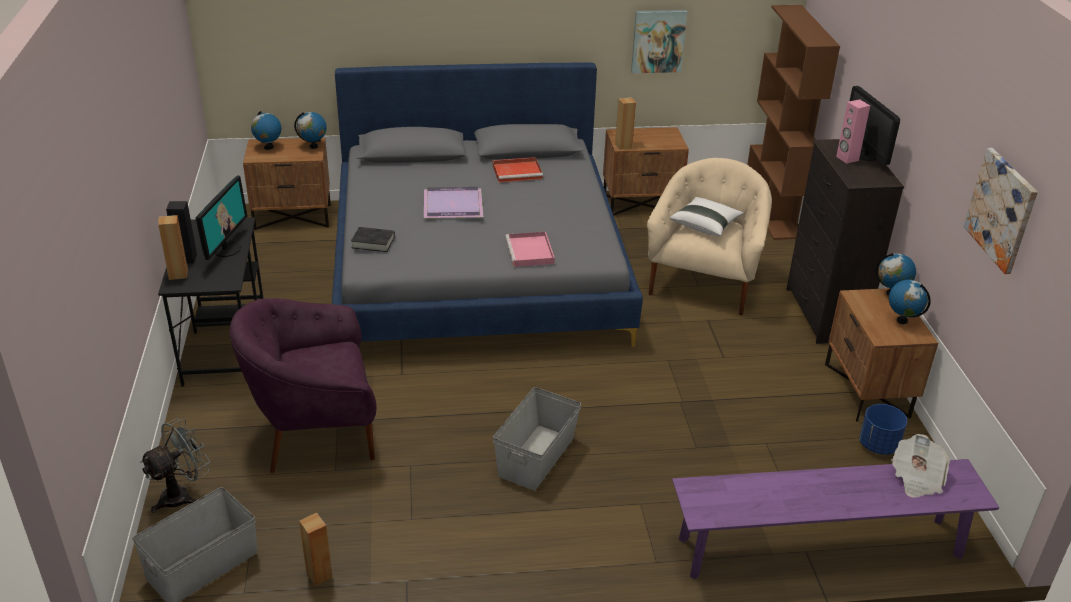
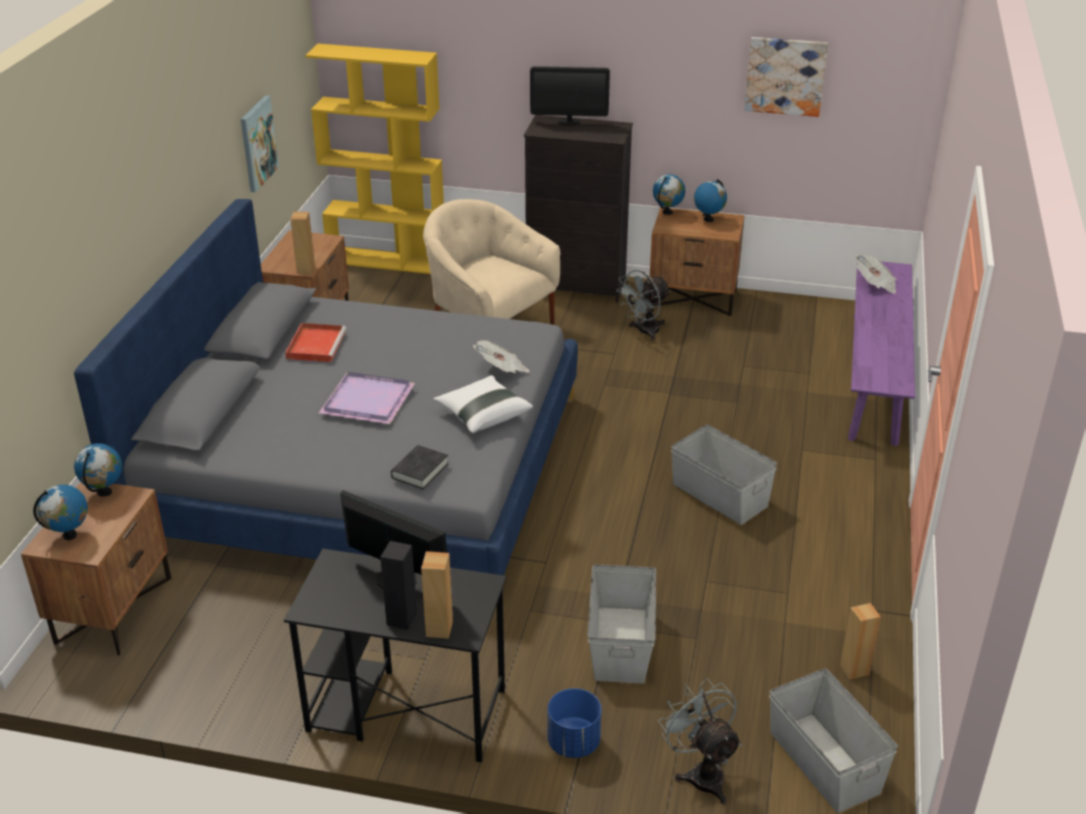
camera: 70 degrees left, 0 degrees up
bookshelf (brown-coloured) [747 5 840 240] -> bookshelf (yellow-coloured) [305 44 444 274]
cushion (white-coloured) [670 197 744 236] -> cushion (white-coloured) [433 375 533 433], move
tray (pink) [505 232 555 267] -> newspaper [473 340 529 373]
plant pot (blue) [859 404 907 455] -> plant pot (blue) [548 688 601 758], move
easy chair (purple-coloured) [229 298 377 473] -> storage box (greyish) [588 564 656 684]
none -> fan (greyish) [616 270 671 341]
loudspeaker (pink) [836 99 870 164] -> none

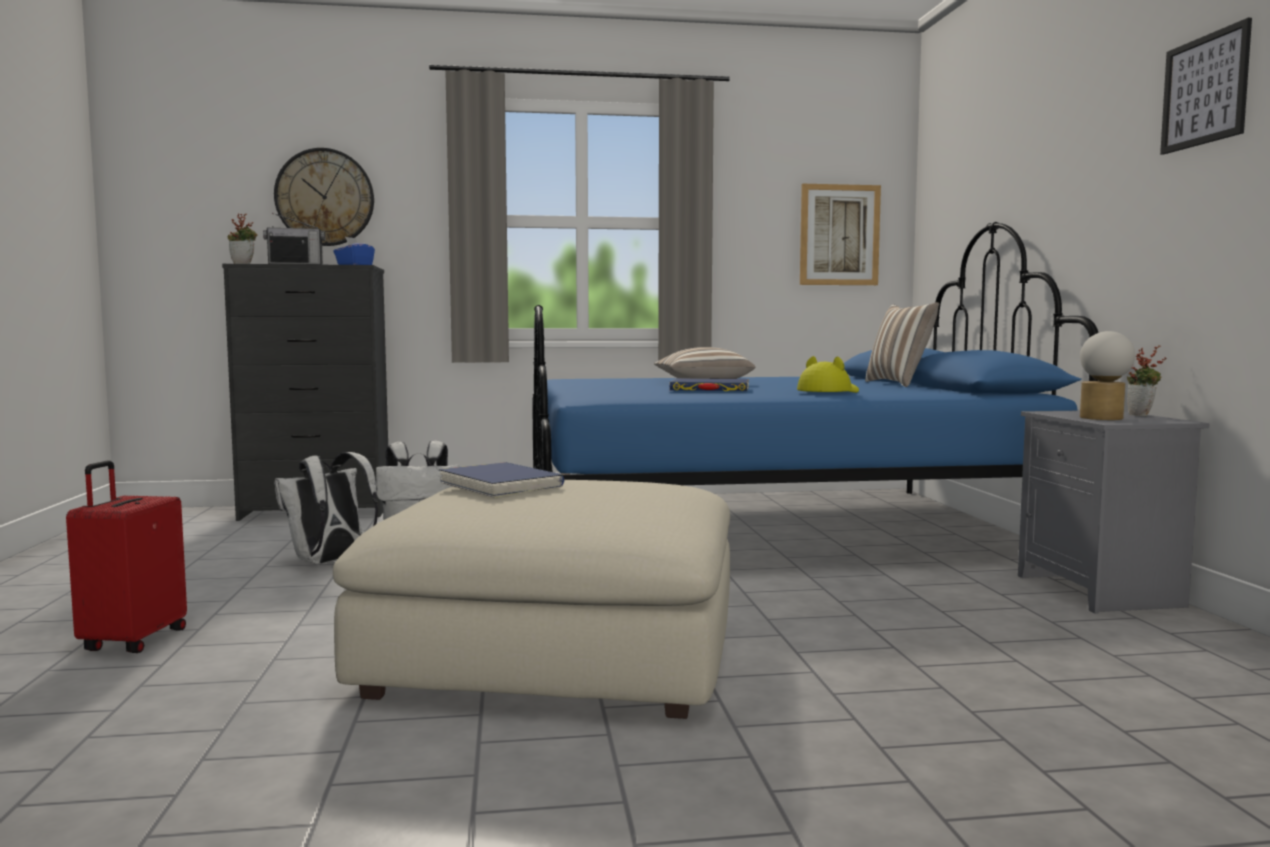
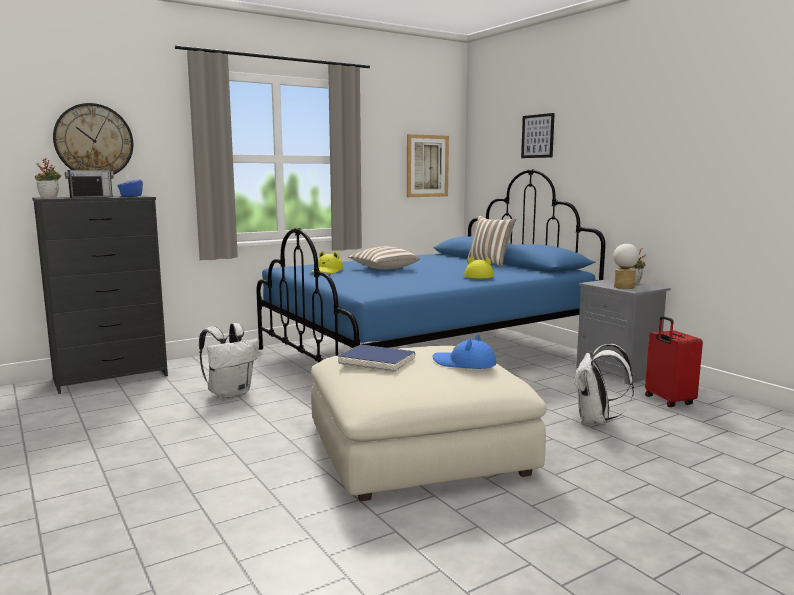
camera: 25 degrees left, 5 degrees up
none -> clothing hat (yellow-coloured) [311 251 343 274]
none -> clothing hat (blue) [433 334 497 369]
wall picture [1160 18 1252 155] -> wall picture [521 113 555 158], move
rucksack (white-coloured) [274 452 378 564] -> rucksack (white-coloured) [573 344 634 425], move
piece of luggage (red) [66 460 187 653] -> piece of luggage (red) [645 316 703 407], move
bound book (blue) [669 378 749 391] -> none

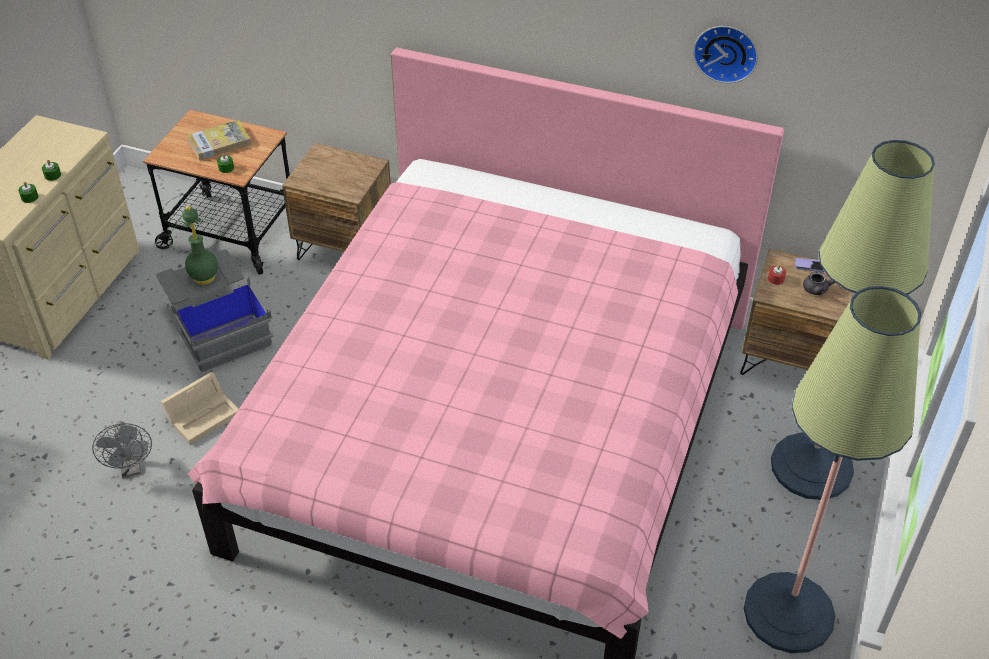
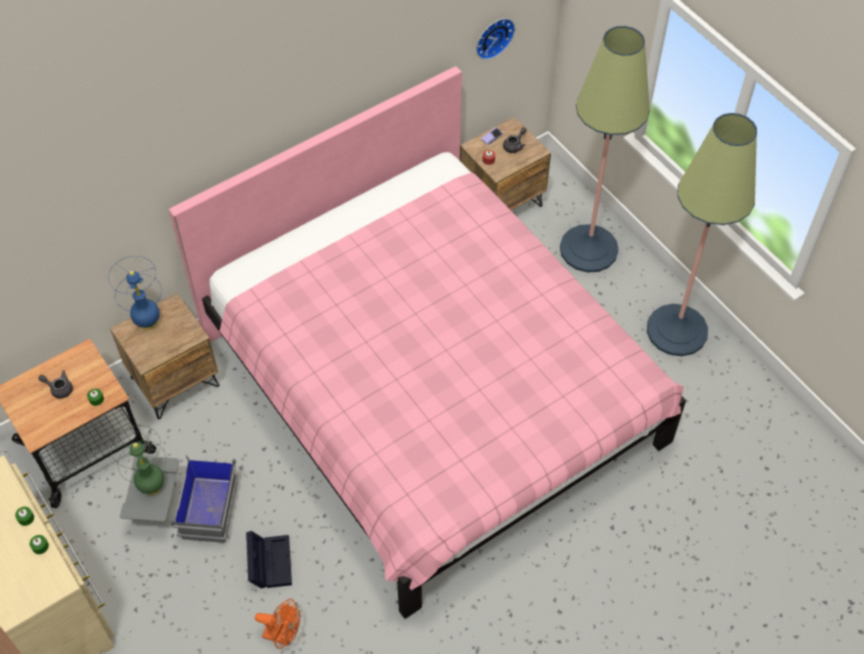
camera: 55 degrees left, 10 degrees up
bound book [187 120 252 160] -> pot for tea (greyish) [38 370 73 399]
none -> table lamp (blue) [108 256 162 330]
storage box (beige) [160 372 239 445] -> storage box (black) [246 531 292 589]
fan (greyish) [92 421 152 478] -> fan (orange-coloured) [255 599 300 649]
wall clock [693 26 758 83] -> wall clock [476 18 515 60], move

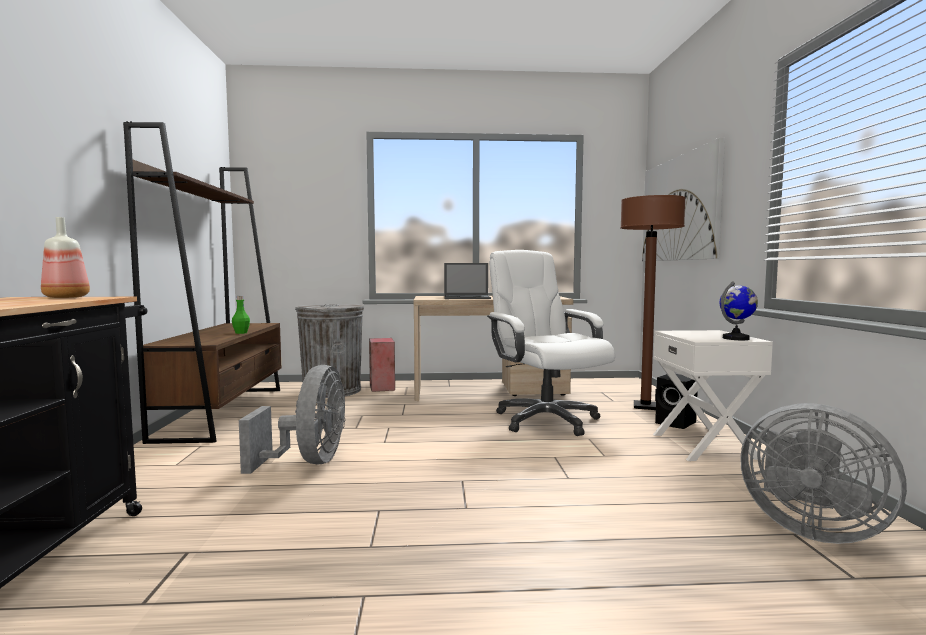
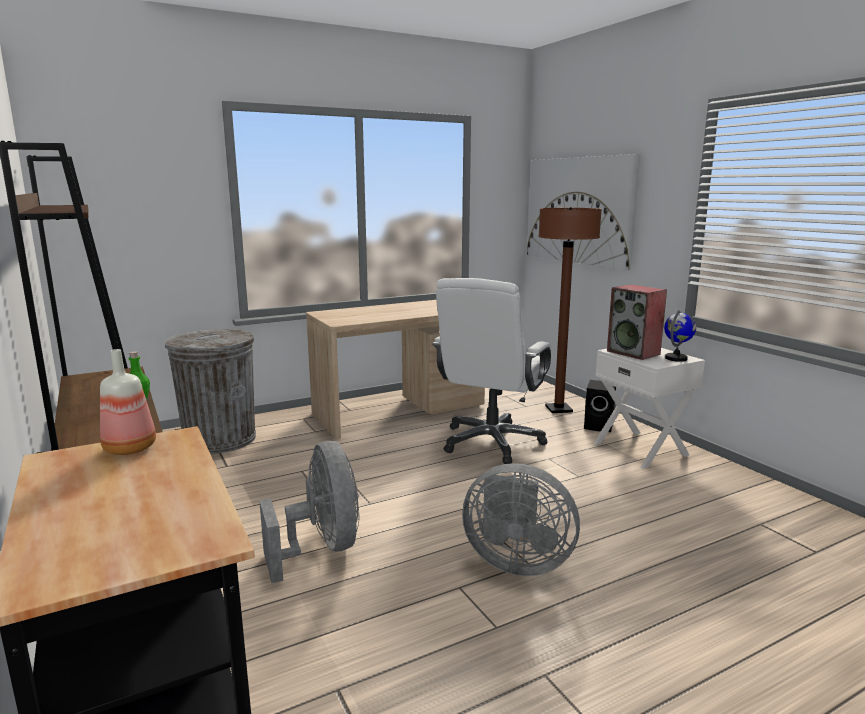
camera: 25 degrees left, 10 degrees up
computer chair (white-coloured) [487 250 615 436] -> computer chair (white-coloured) [432 278 552 464], 105 degrees counterclockwise
fan (greyish) [740 403 907 544] -> fan (greyish) [462 463 580 576], move
loudspeaker [369 338 395 392] -> loudspeaker [607 284 667 360], move
portable computer [444 263 491 299] -> none

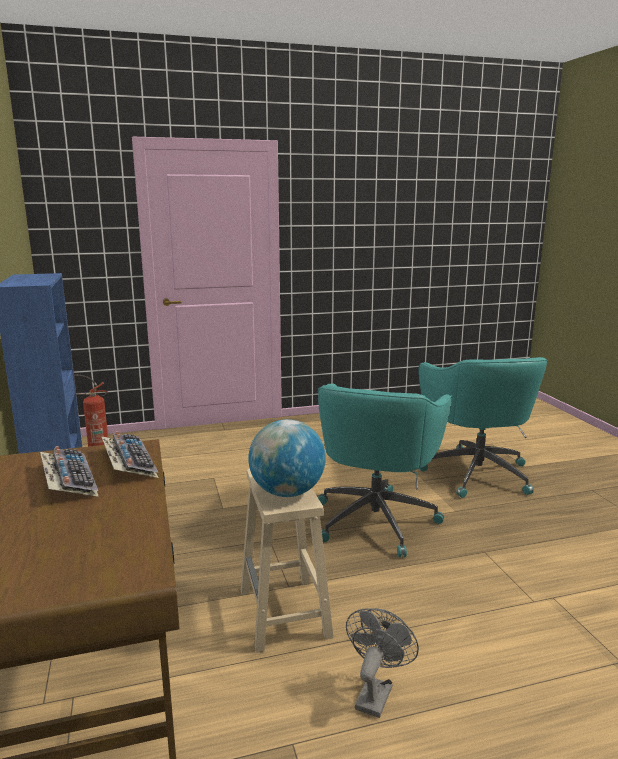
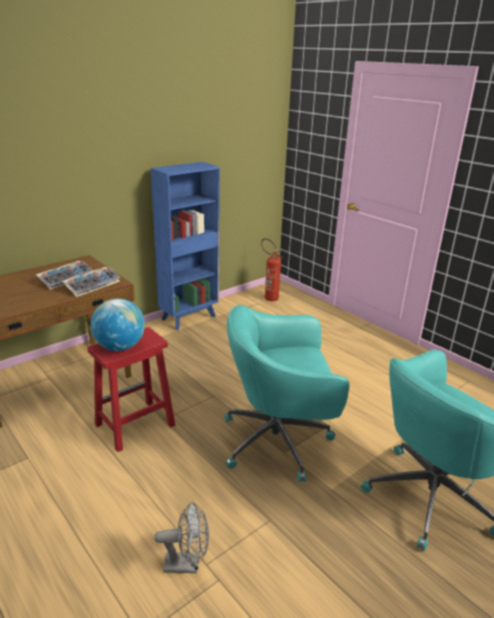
camera: 65 degrees right, 10 degrees up
sitting stool (beige) [241 469 334 653] -> sitting stool (red) [88 327 175 452]
fan (greyish) [346 608 419 718] -> fan (greyish) [154 502 209 573], move

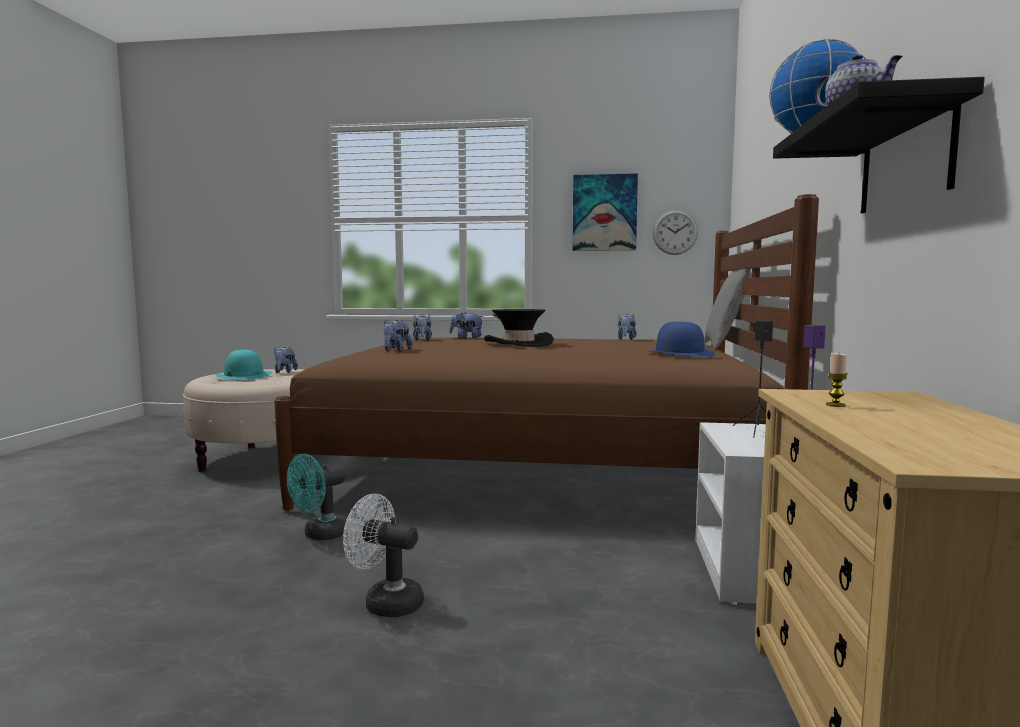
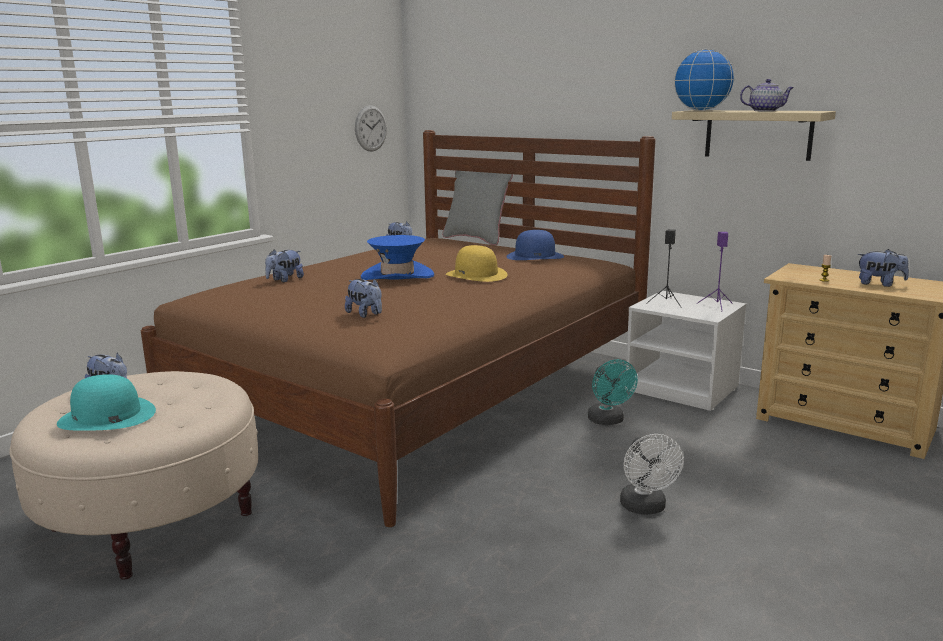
camera: 60 degrees left, 10 degrees up
clothing hat (black) [484 309 554 347] -> clothing hat (blue) [361 235 434 280]
none -> clothing hat (yellow-coloured) [446 245 508 282]
fan (turquoise) [287 454 348 540] -> fan (turquoise) [588 359 638 425], move
fan (white-coloured) [343 494 424 617] -> fan (white-coloured) [620 434 684 515], 60 degrees counterclockwise
wall shelf (black) [773 77 985 213] -> wall shelf (beige) [672 110 836 161]
soft toy [413 314 432 341] -> soft toy [857 249 909 287], move
wall picture [572 173 638 251] -> none

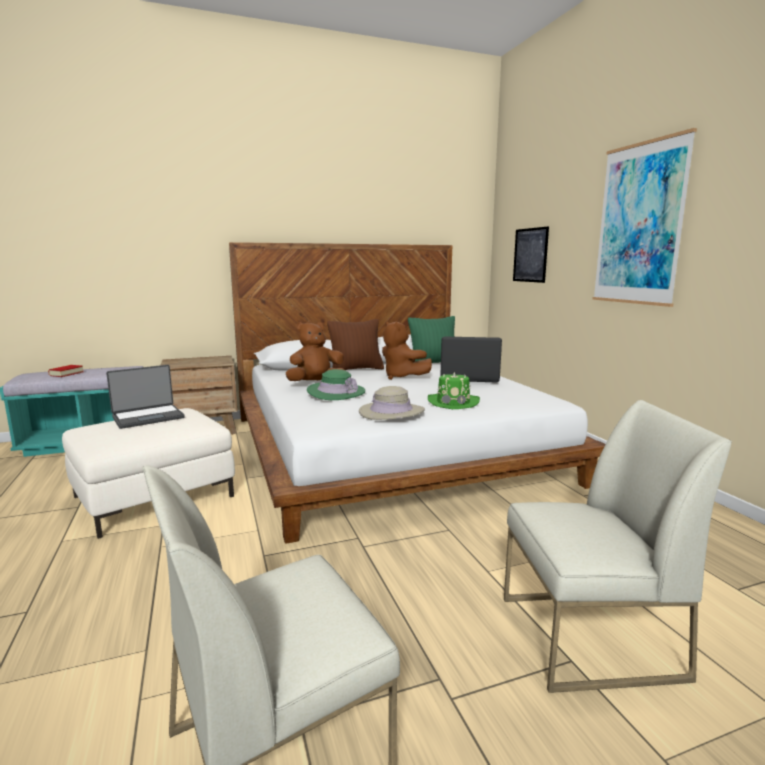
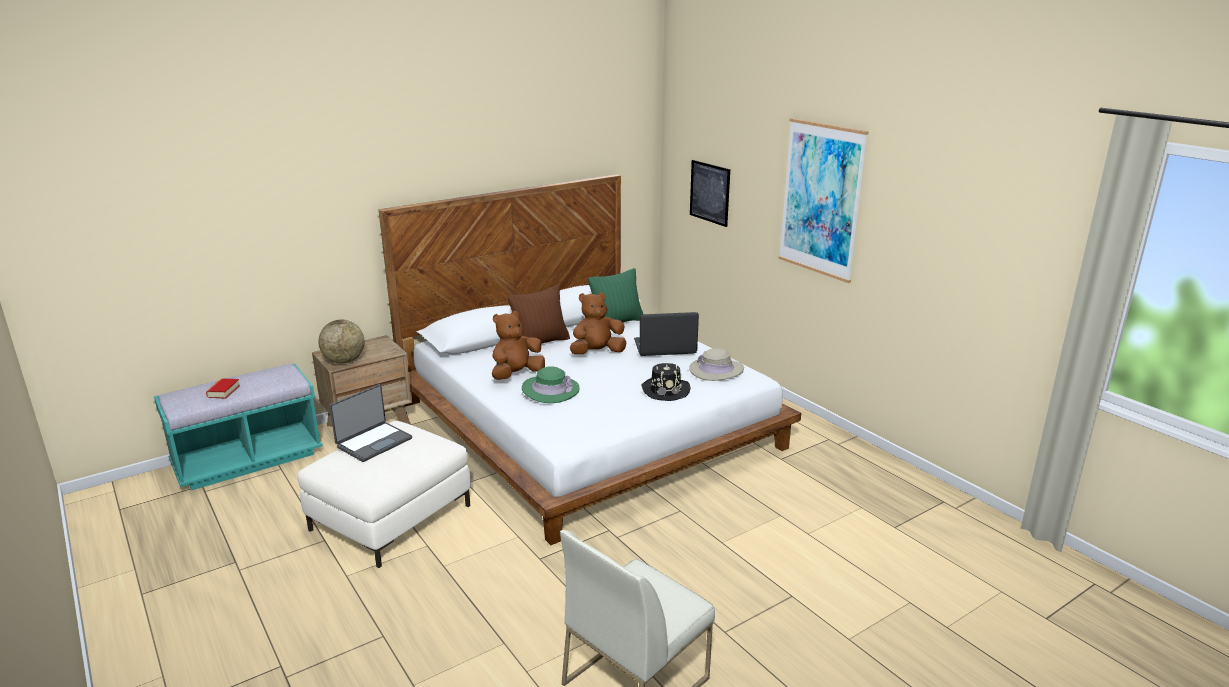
camera: 15 degrees left, 10 degrees up
none -> desk globe [318 319 365 364]
soft toy (brown-coloured) [382 321 432 380] -> soft toy (brown-coloured) [570 292 627 354], 120 degrees clockwise
clothing hat (green) [428 372 480 409] -> clothing hat (black) [641 363 691 401]
clothing hat (beige) [359 386 425 420] -> clothing hat (beige) [689 348 744 381], move
upright chair (white-coloured) [504 400 732 693] -> none

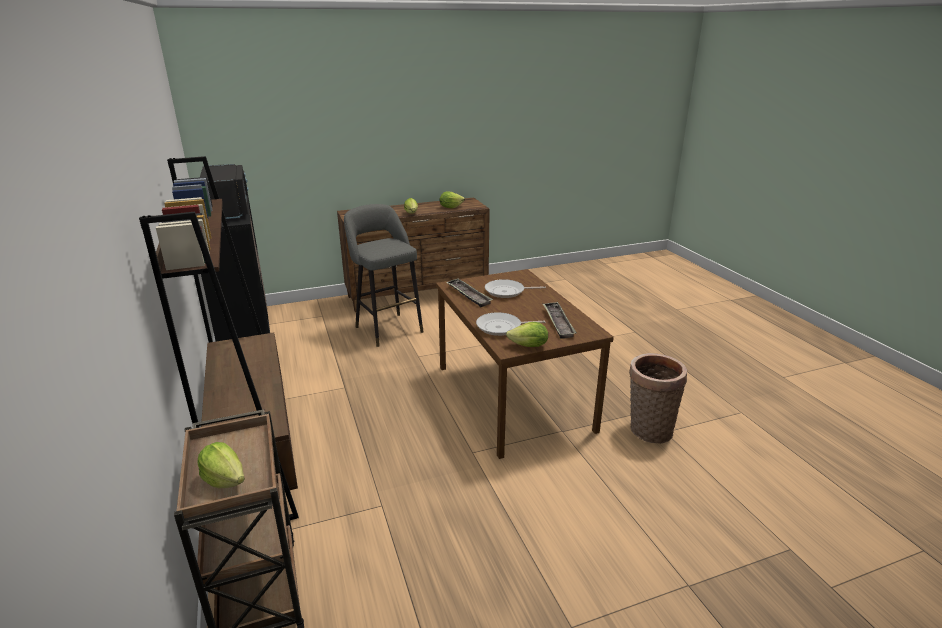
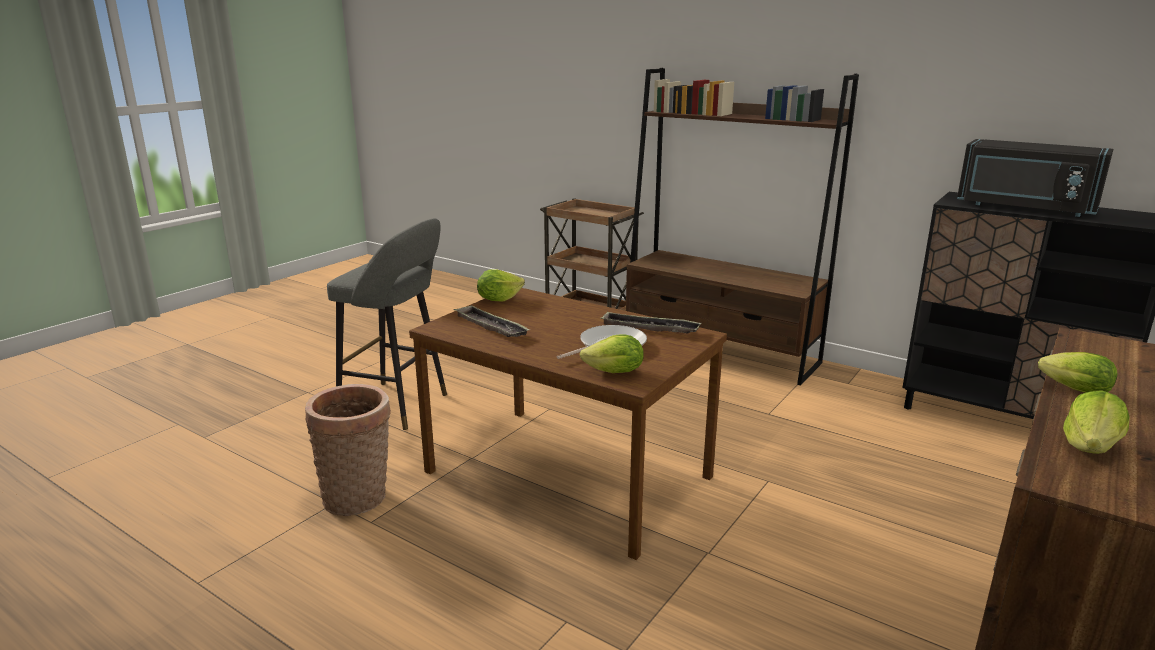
camera: 145 degrees right, 5 degrees down
sitting stool (greyish) [344 204 424 347] -> sitting stool (greyish) [327 218 447 430], move
lettuce head [197 442 245 488] -> lettuce head [580 334 644 373], move
skillet [476 312 545 336] -> none

